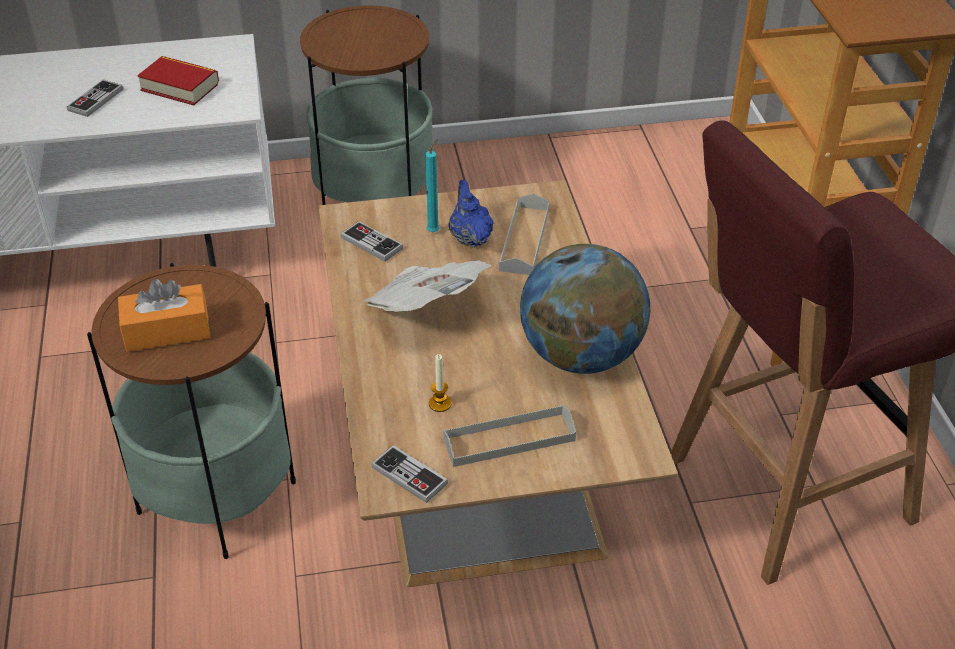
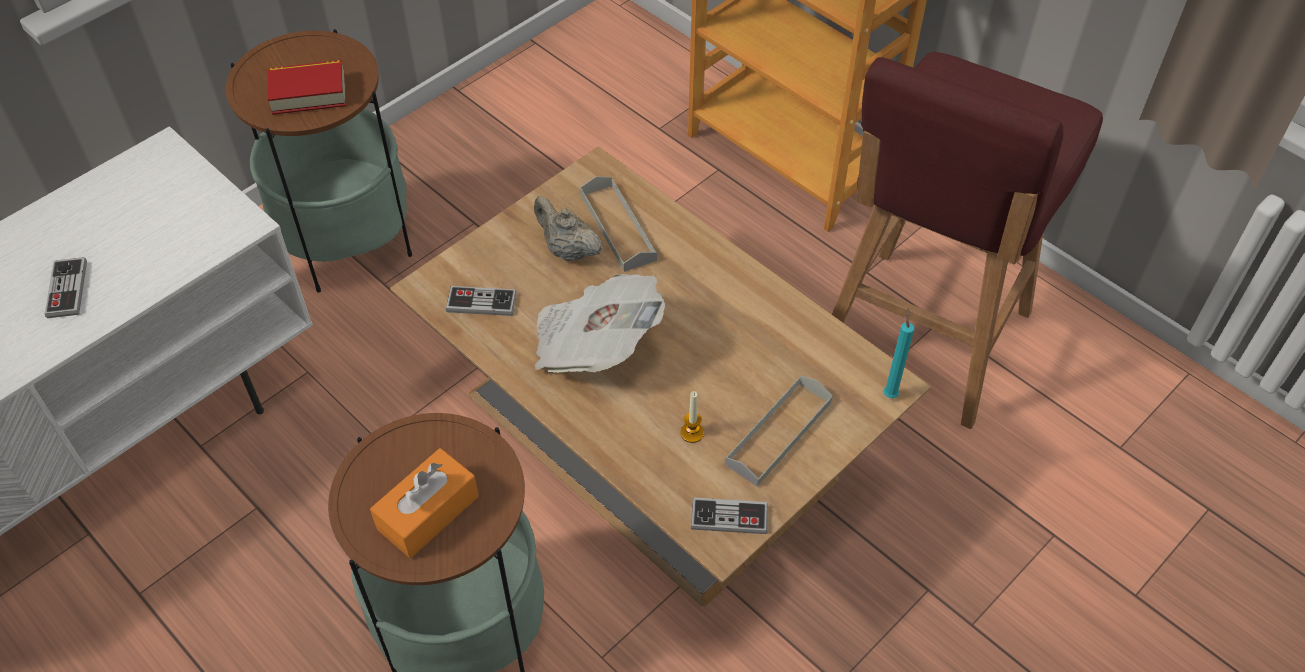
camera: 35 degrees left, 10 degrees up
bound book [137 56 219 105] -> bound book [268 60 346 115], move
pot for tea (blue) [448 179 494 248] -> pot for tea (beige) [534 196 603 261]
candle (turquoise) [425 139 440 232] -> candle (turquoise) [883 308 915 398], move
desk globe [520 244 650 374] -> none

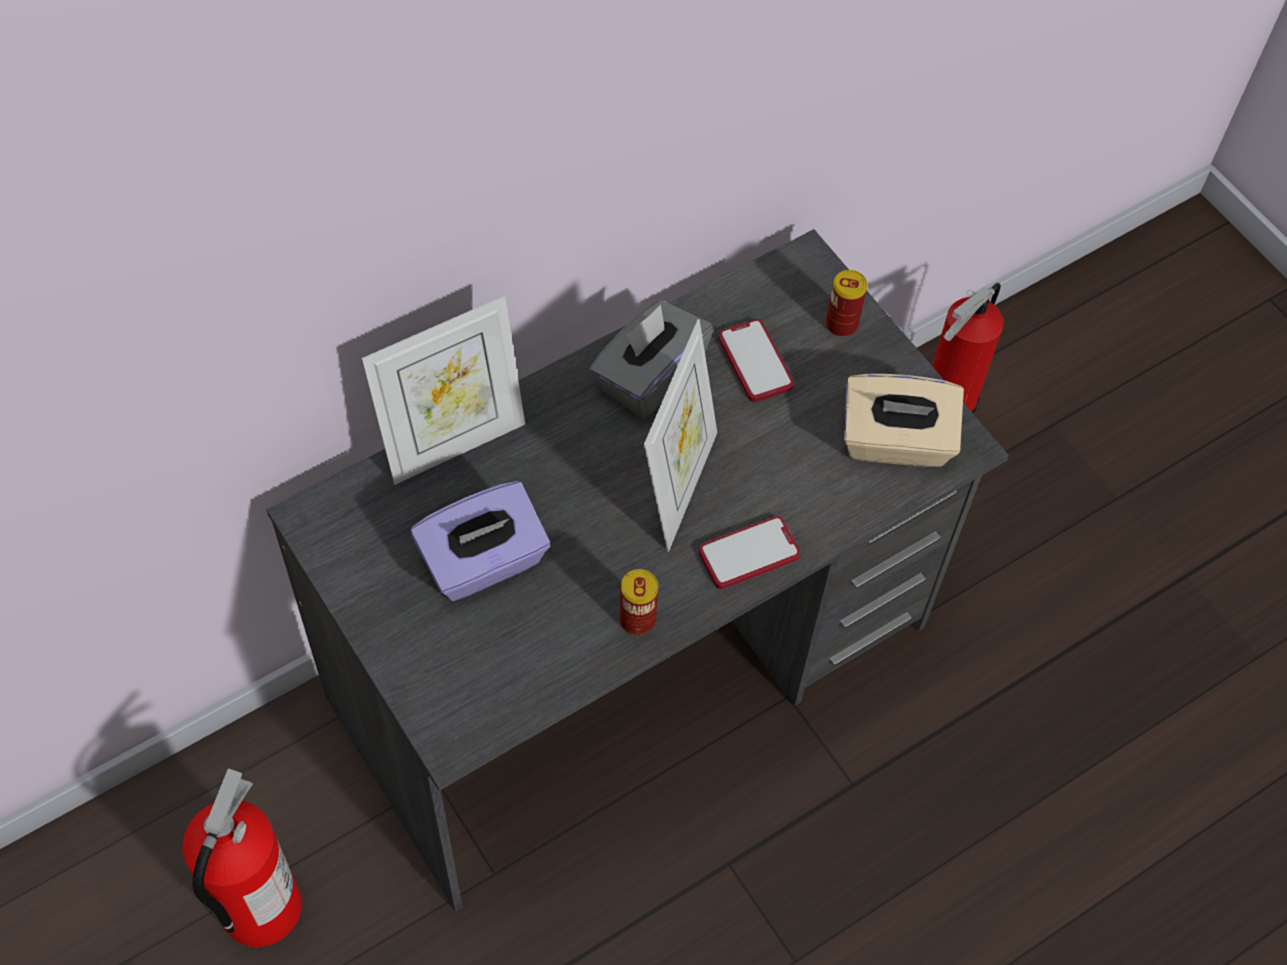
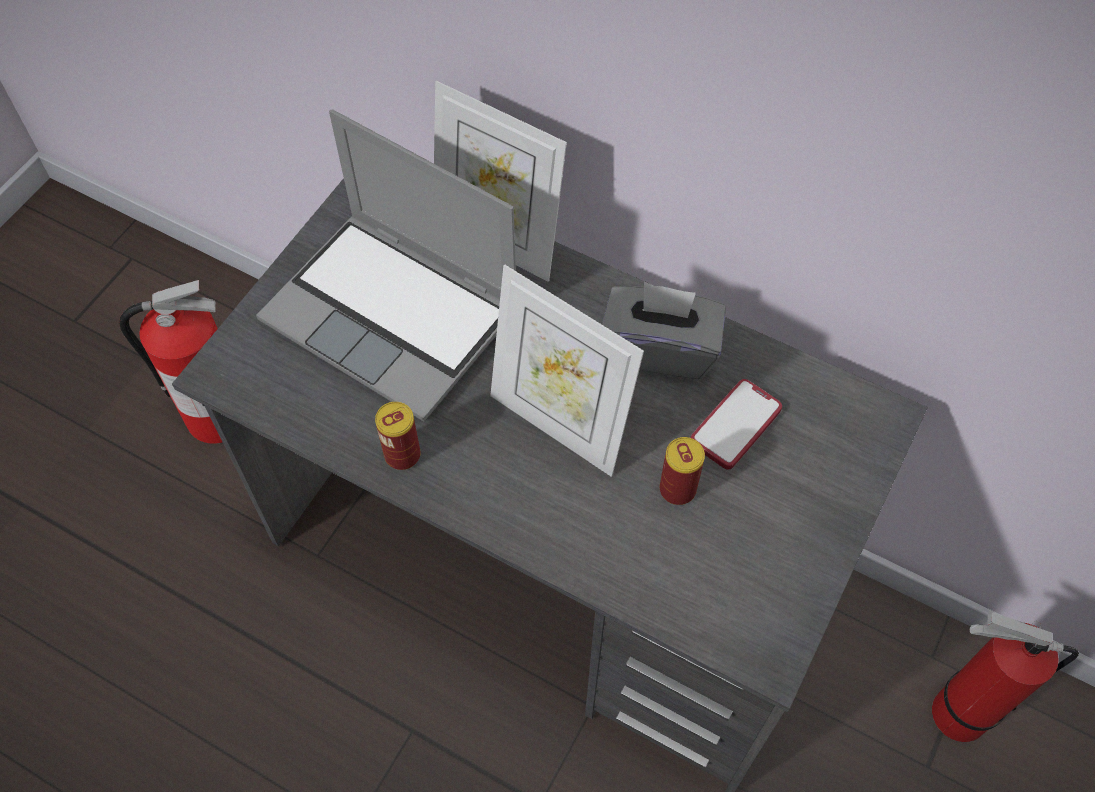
camera: 65 degrees right, 0 degrees up
box of tissues (purple-coloured) [411 481 550 601] -> portable computer [256 109 516 422]
photo frame [644 319 717 552] -> photo frame [490 264 644 477], 45 degrees clockwise
sealed can [826 270 867 337] -> sealed can [660 437 705 505], move
handset [699 516 800 589] -> none
box of tissues (beige) [844 374 964 467] -> none

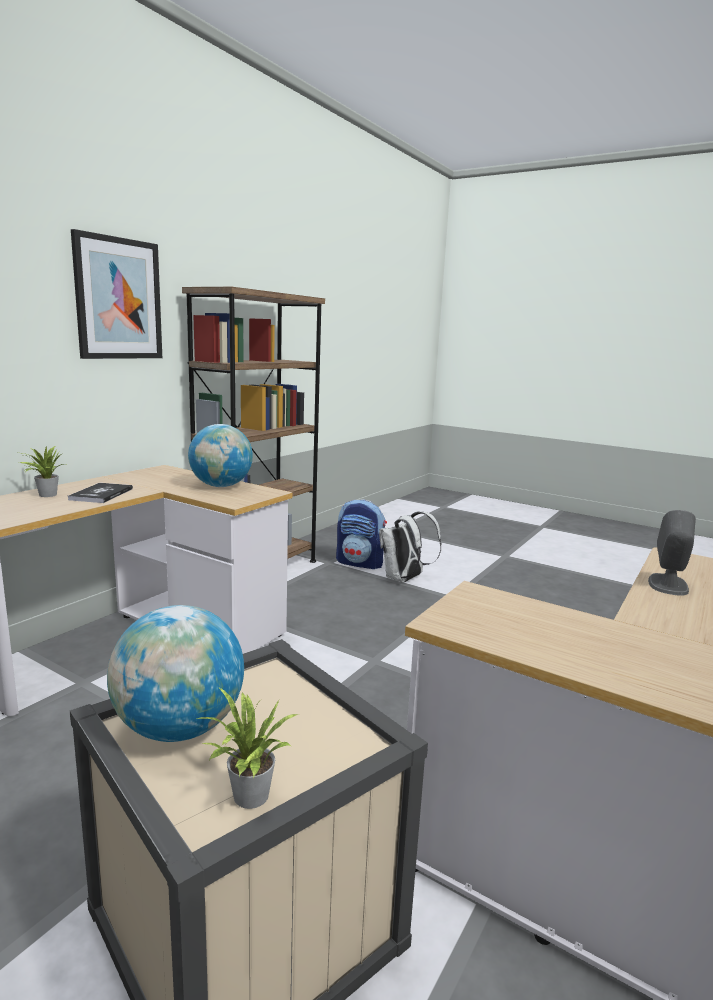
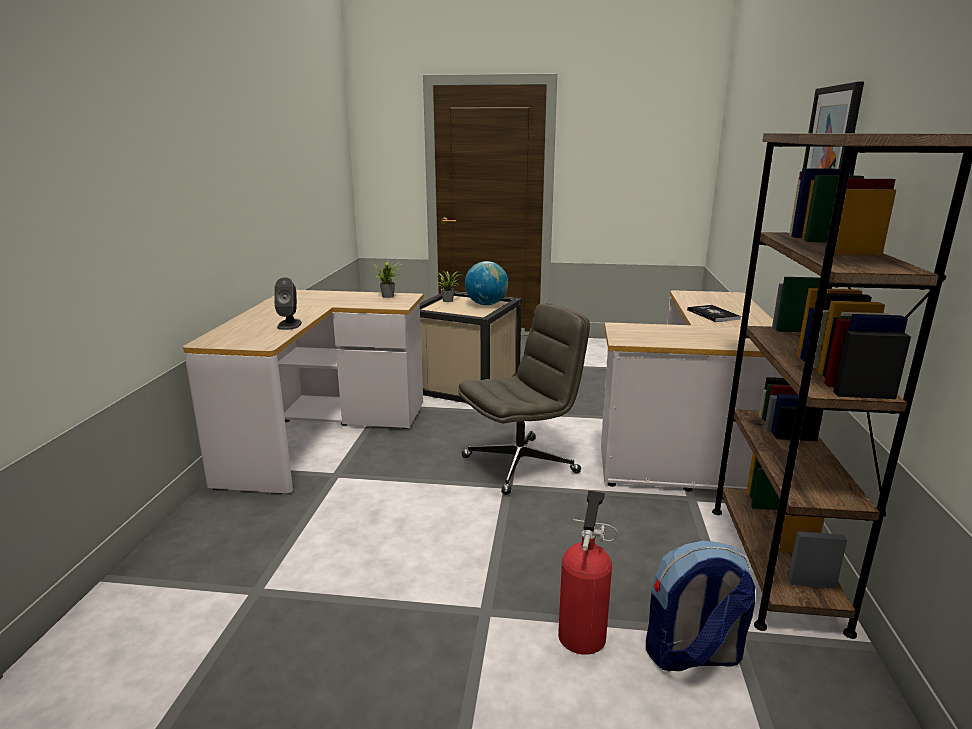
camera: 155 degrees right, 5 degrees up
houseplant [19 446 66 497] -> houseplant [373 260 403 298], move
none -> computer chair (greyish) [458 303 590 495]
rucksack (white-coloured) [379 511 442 583] -> extinguisher [558 491 617 655]
desk globe [188 424 253 487] -> none

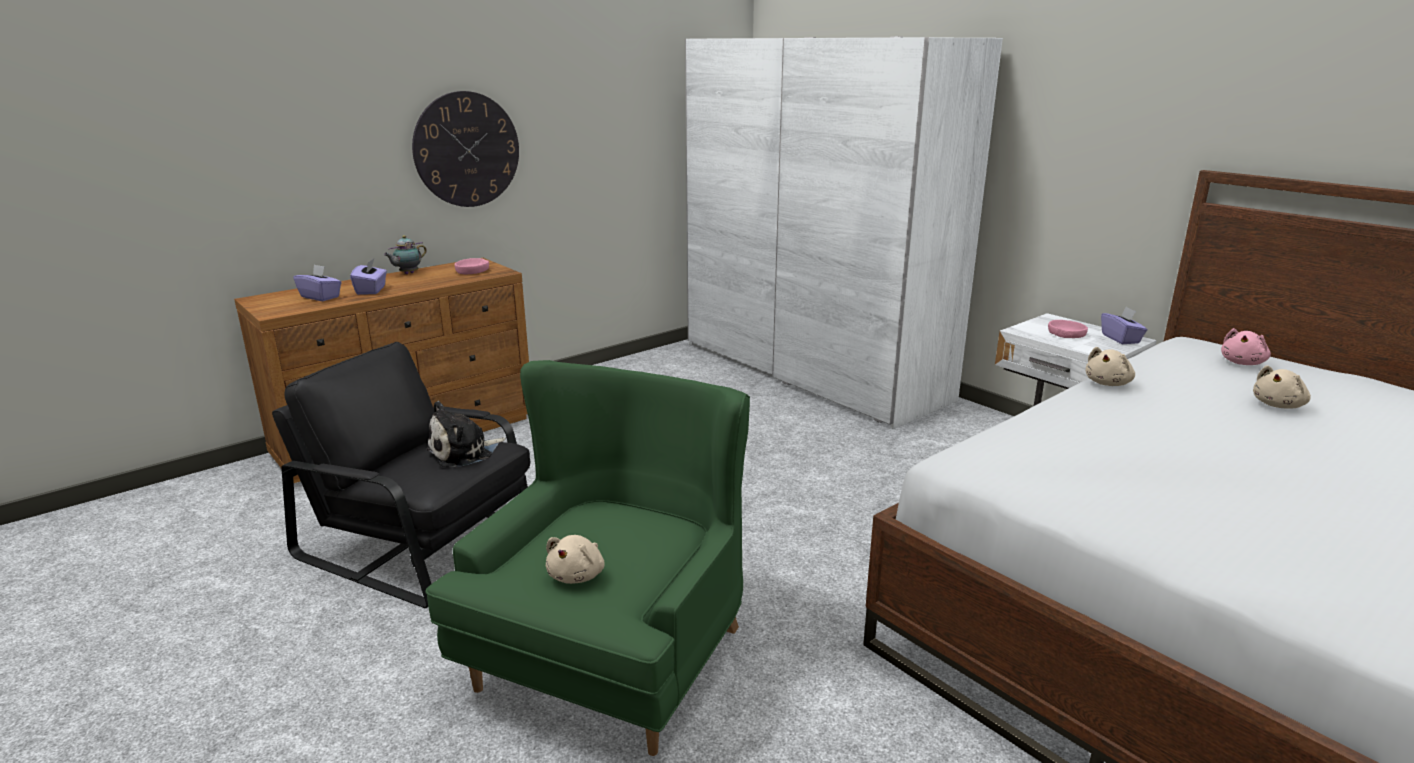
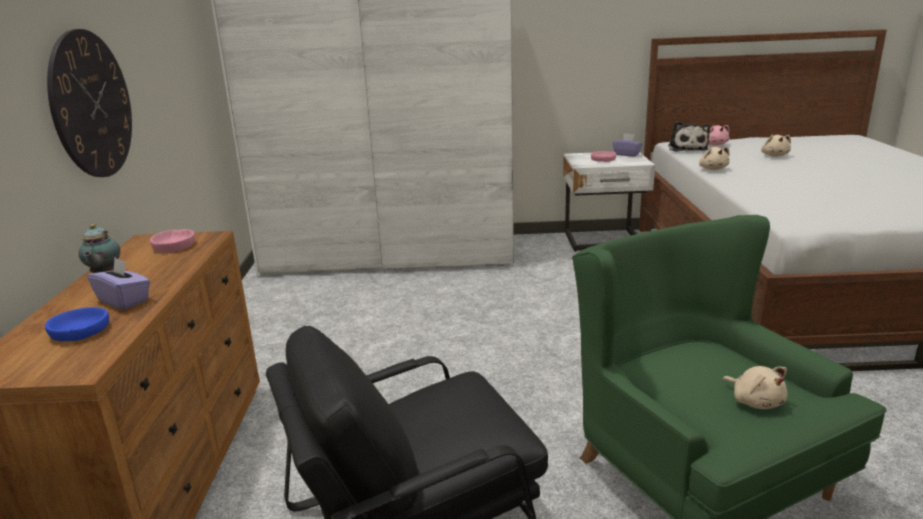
camera: 50 degrees left, 0 degrees up
box of tissues (purple-coloured) [293 264 342 301] -> deep dish (blue) [45 307 109 341]
soft toy [426 401 506 467] -> soft toy [668 121 710 152], move

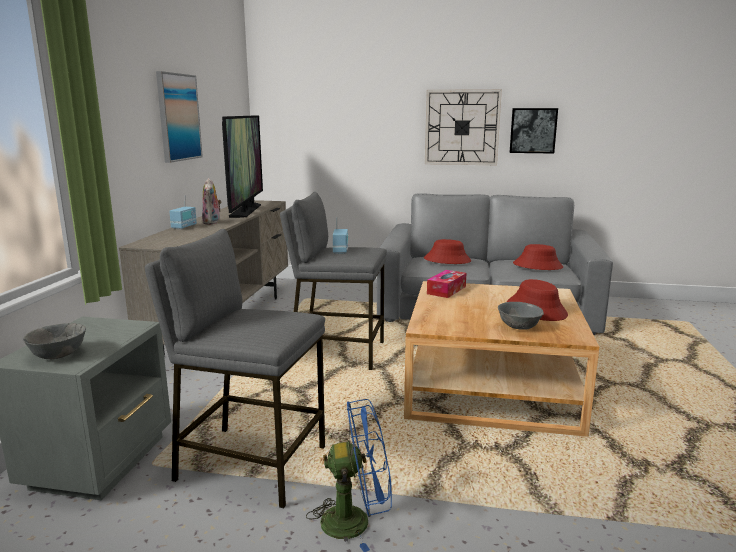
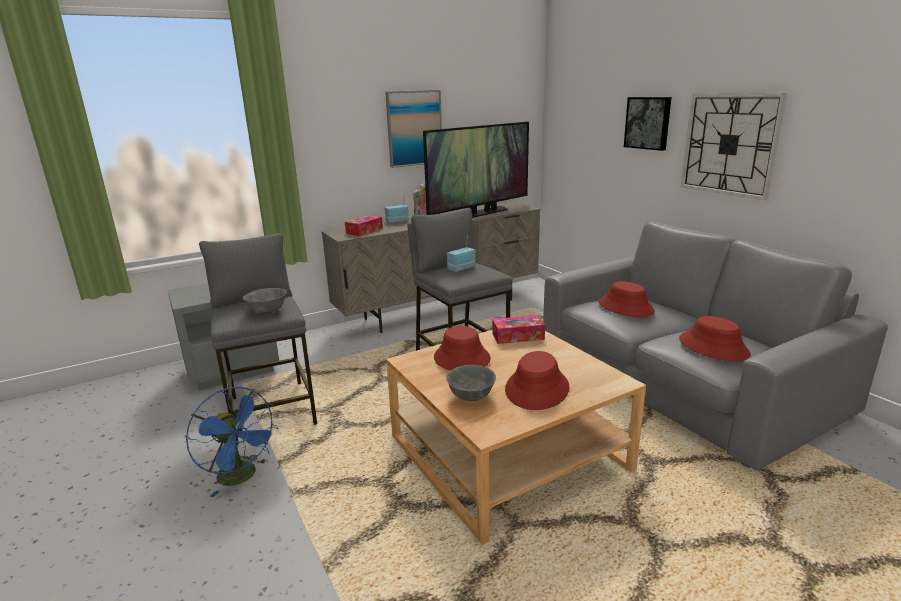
camera: 50 degrees right, 5 degrees up
deep dish (greyish) [23 323 86 359] -> deep dish (greyish) [243 288 287 314], move
none -> box of tissues [345 215 383 236]
none -> clothing hat (red) [434 326 491 371]
wall picture [509 108 558 154] -> wall picture [624 97 672 151], move

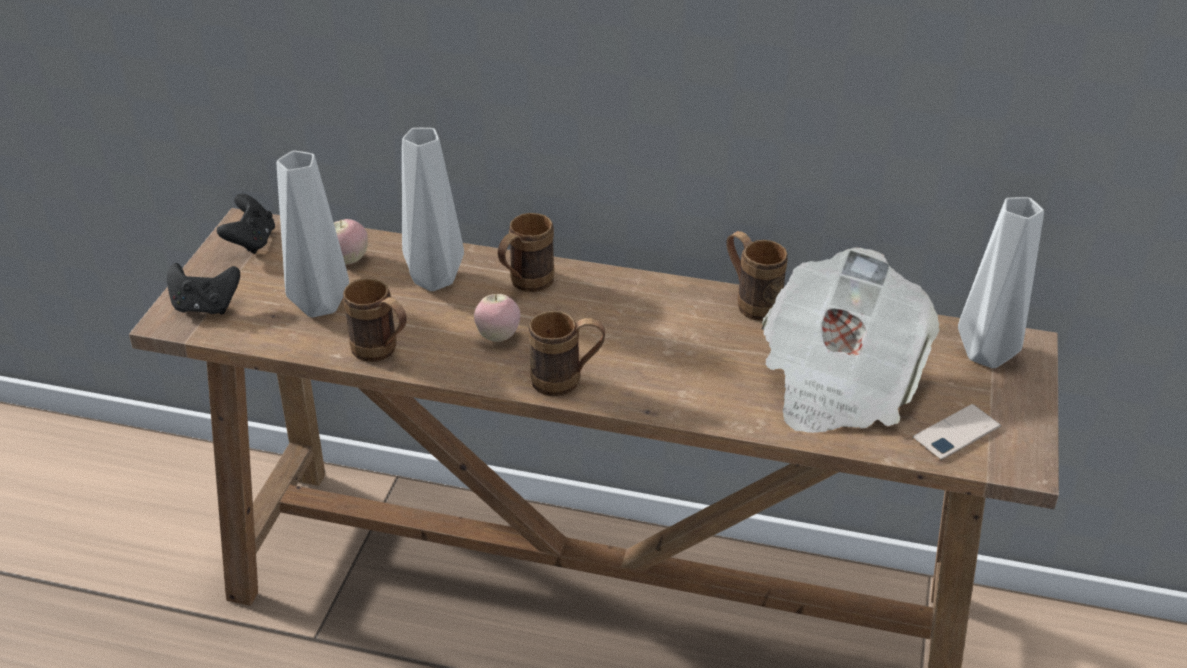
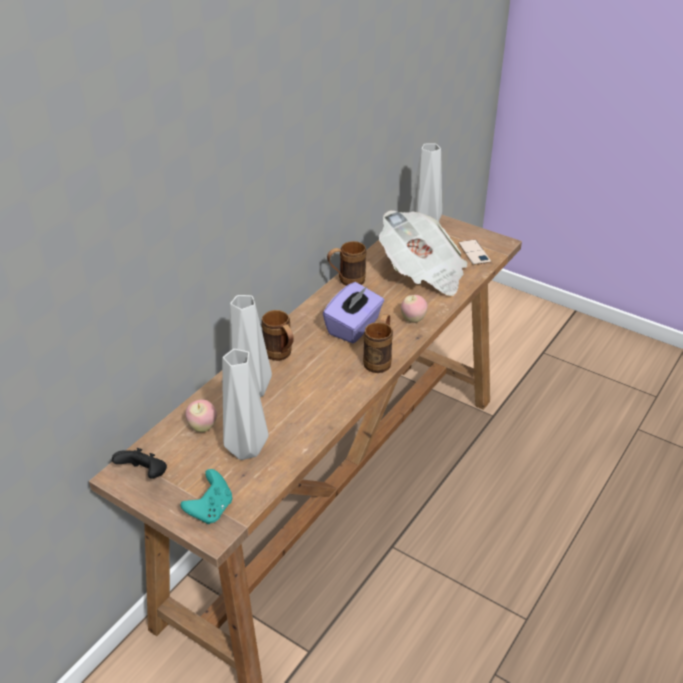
camera: 70 degrees left, 0 degrees up
joypad (black) [167 263 240 315] -> joypad (turquoise) [180 469 232 524]
none -> box of tissues (purple-coloured) [323 282 384 343]
apple fruit [474 294 520 342] -> apple fruit [401 295 428 323], move
tea mug (brown-coloured) [343 278 407 362] -> none

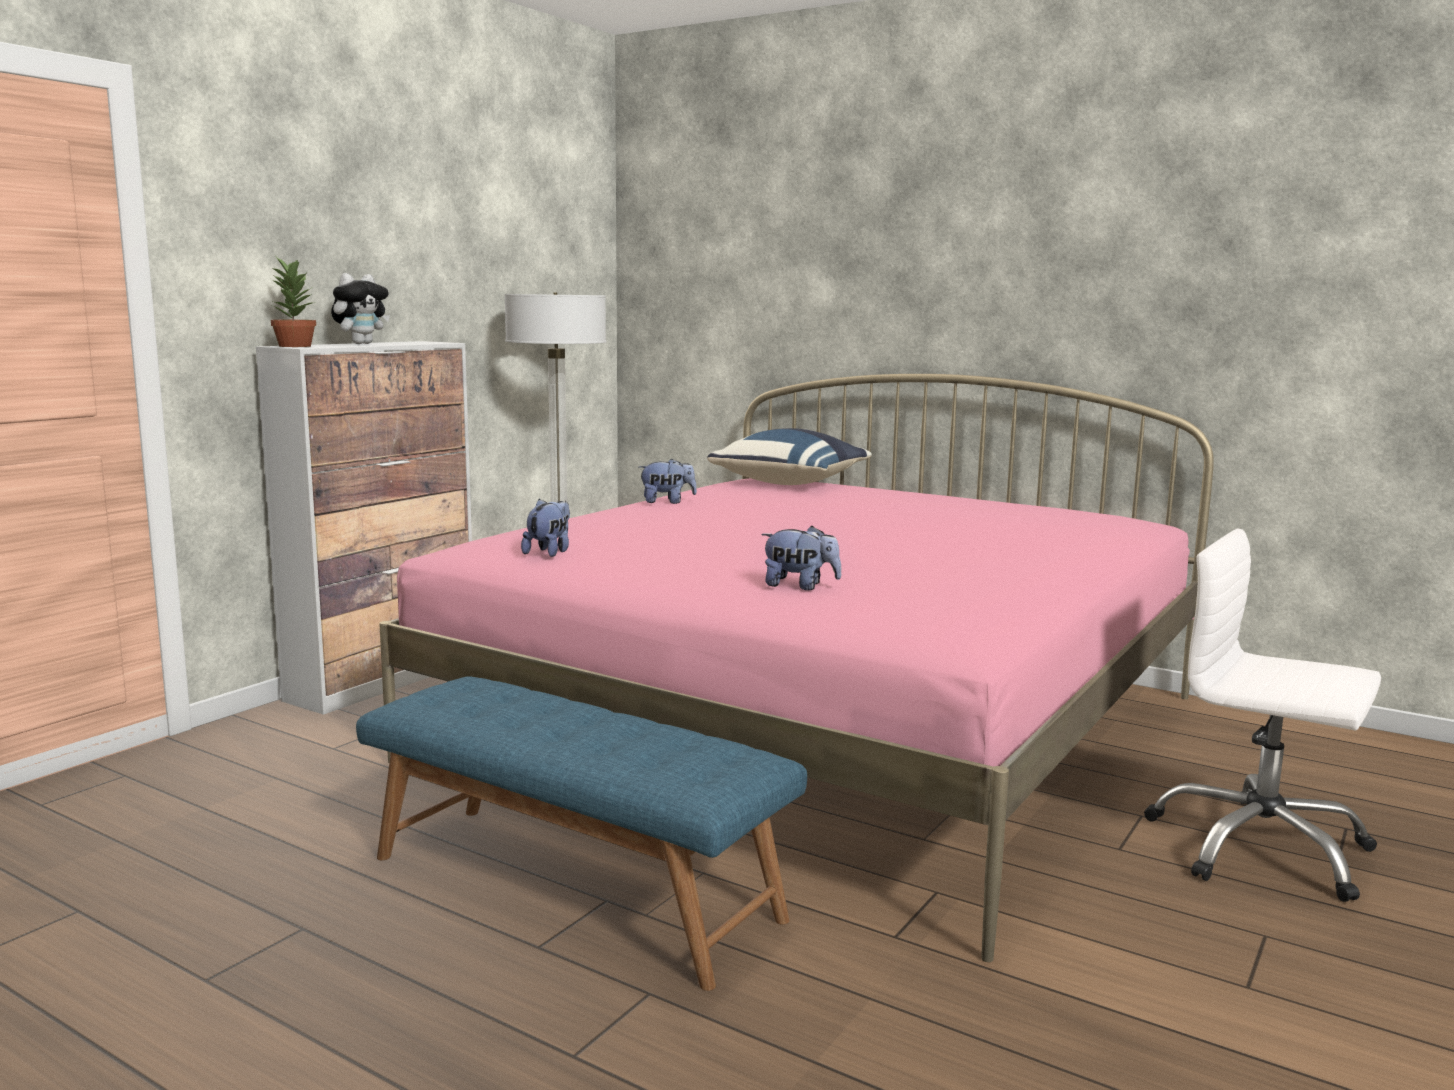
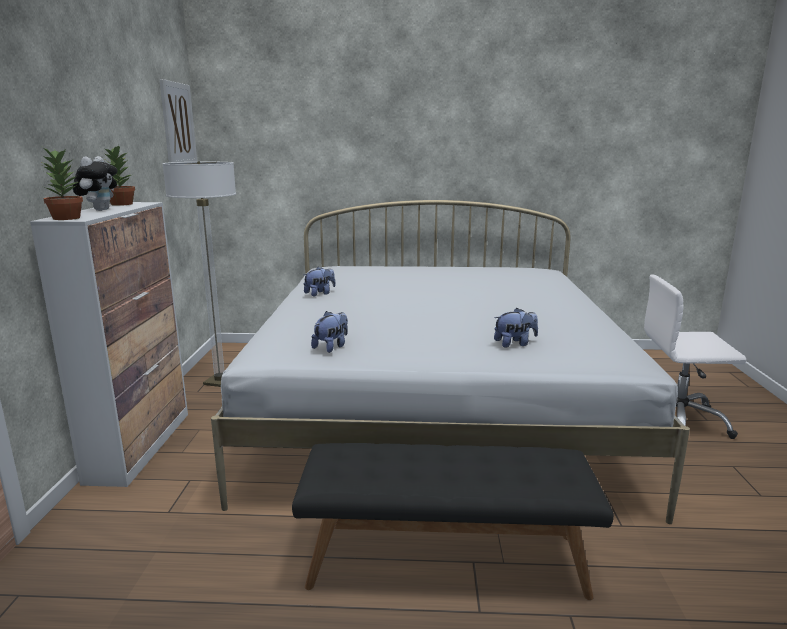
camera: 30 degrees left, 5 degrees up
none -> houseplant [103 145 135 206]
none -> wall picture [159 79 197 163]
bedroom bed (pink) [379 374 1214 962] -> bedroom bed (white-coloured) [211 200 690 524]
bench (blue) [356 676 807 991] -> bench (black) [292 443 614 600]
soft toy [521 499 570 557] -> soft toy [311 311 348 353], 45 degrees clockwise
cushion (blue) [707 428 872 485] -> none

